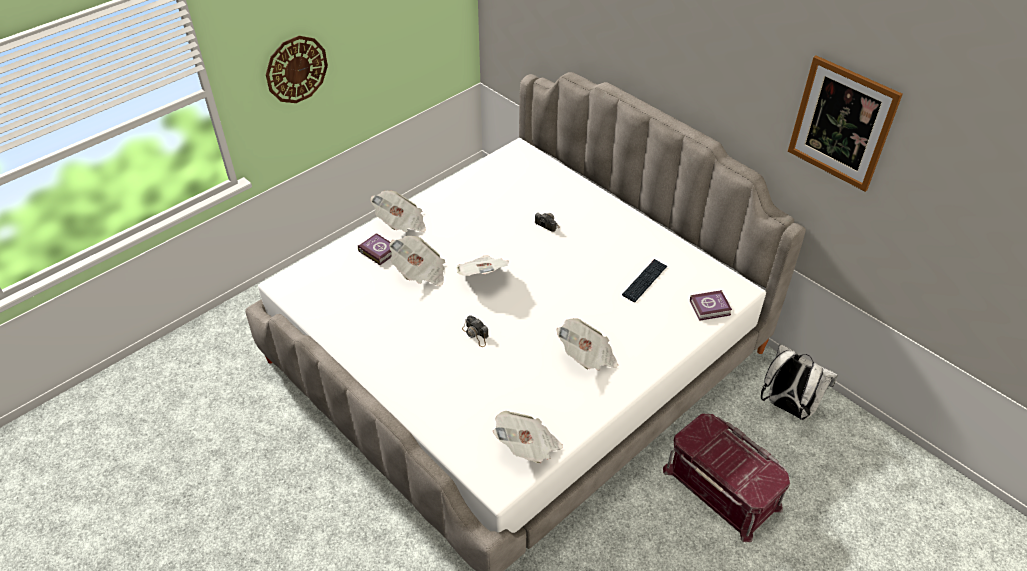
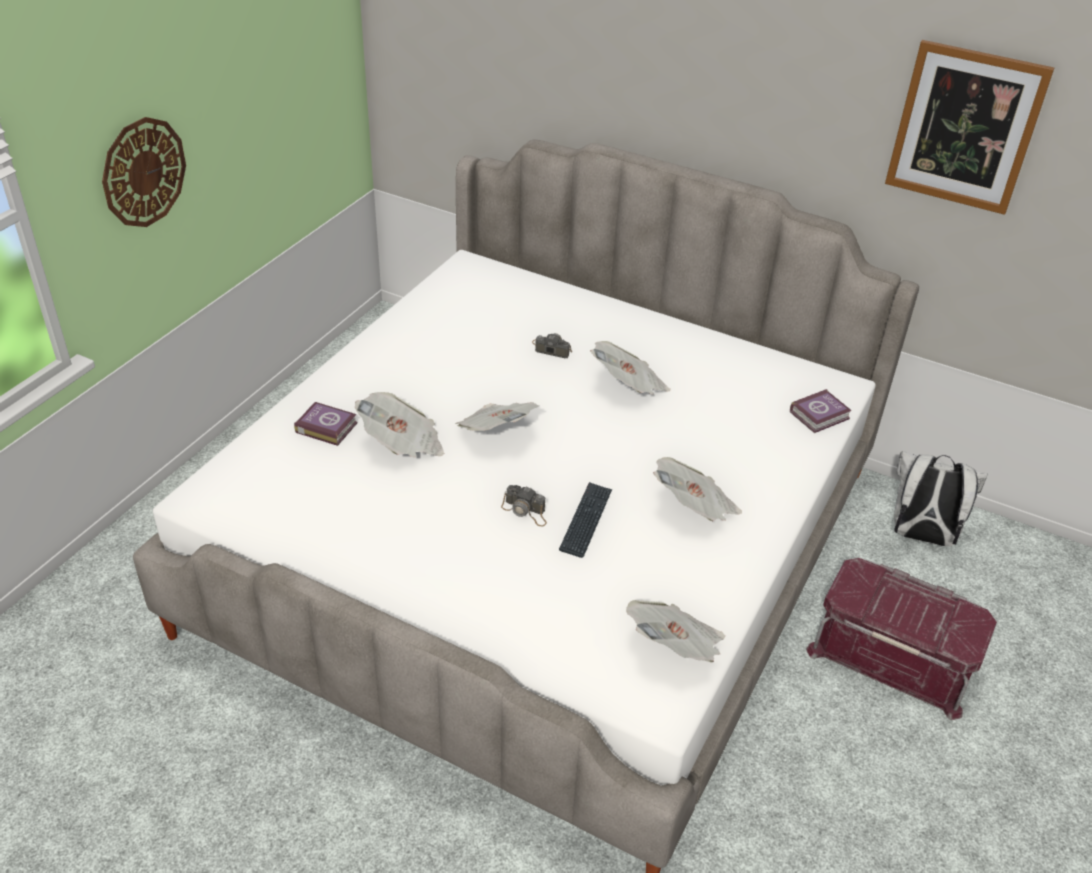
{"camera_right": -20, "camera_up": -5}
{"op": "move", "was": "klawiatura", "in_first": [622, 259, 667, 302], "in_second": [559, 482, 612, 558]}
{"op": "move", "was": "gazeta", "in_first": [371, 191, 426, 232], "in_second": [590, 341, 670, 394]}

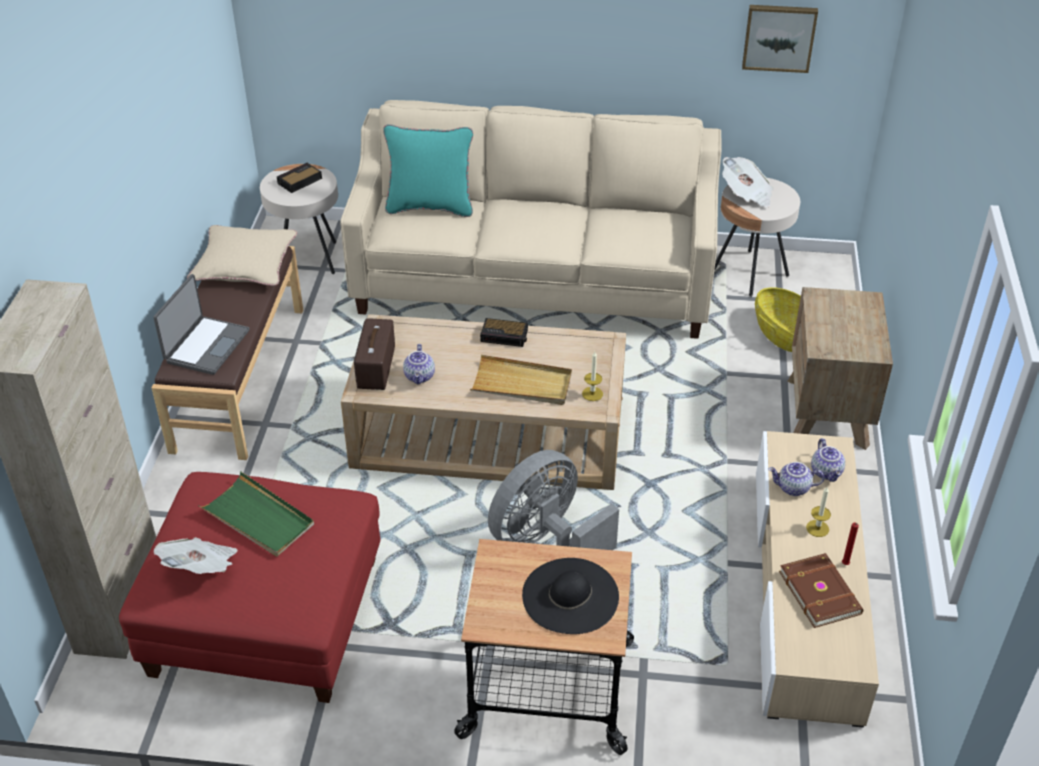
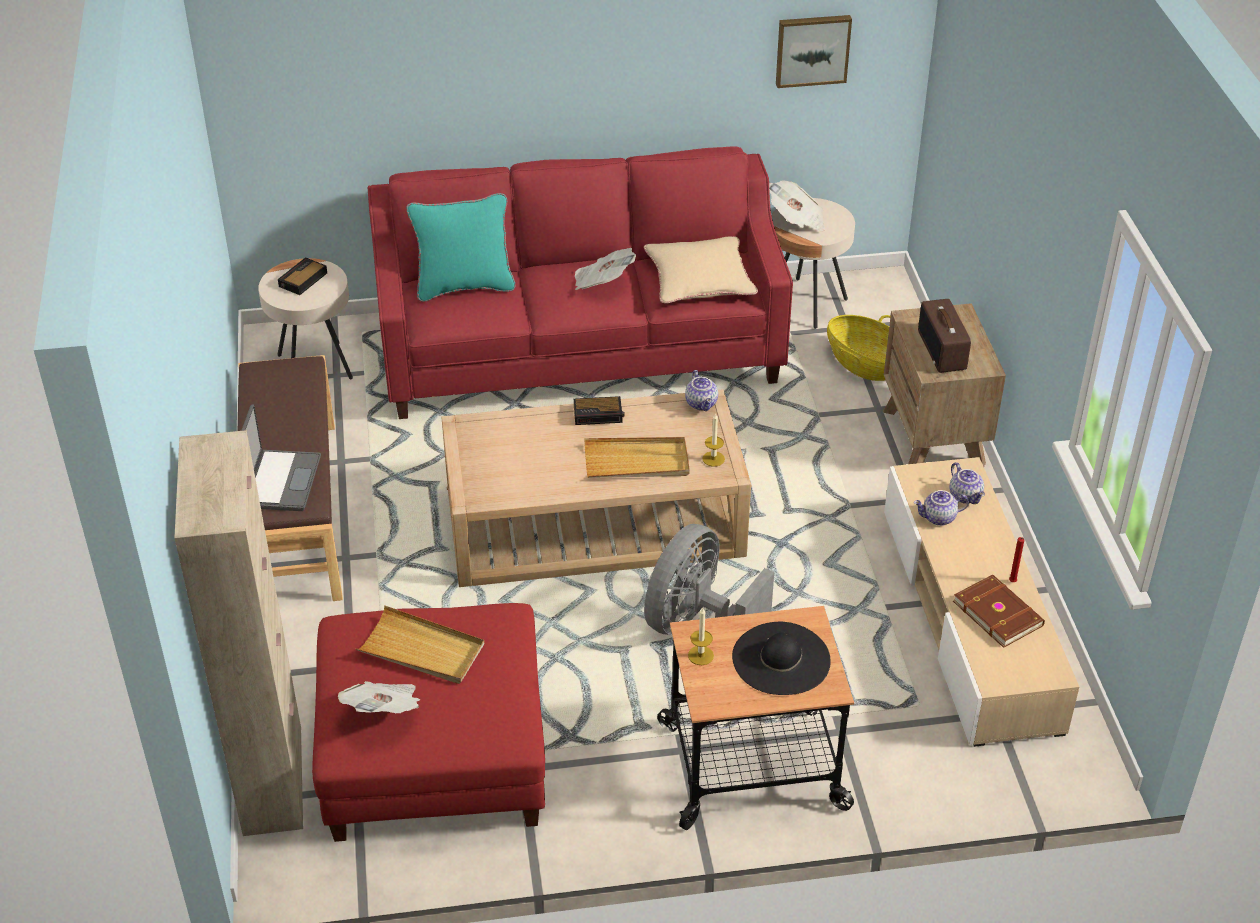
{"camera_right": -15, "camera_up": 0}
{"op": "recolor", "was": "taca/zielony", "now": "taca/beżowy", "in_first": [198, 472, 314, 557], "in_second": [355, 606, 484, 684]}
{"op": "recolor", "was": "kanapa/beżowy", "now": "kanapa/czerwony", "in_first": [340, 100, 722, 339], "in_second": [368, 146, 793, 419]}
{"op": "insert", "now": "gazeta", "in_second": [575, 248, 636, 290]}
{"op": "move", "was": "poduszka/beżowy", "in_first": [187, 225, 297, 286], "in_second": [644, 236, 758, 304]}
{"op": "move", "was": "imbryk", "in_first": [403, 344, 435, 384], "in_second": [685, 370, 718, 411]}
{"op": "move", "was": "świeca", "in_first": [806, 487, 831, 537], "in_second": [688, 608, 714, 665]}
{"op": "move", "was": "radio", "in_first": [354, 318, 395, 390], "in_second": [918, 299, 971, 373]}

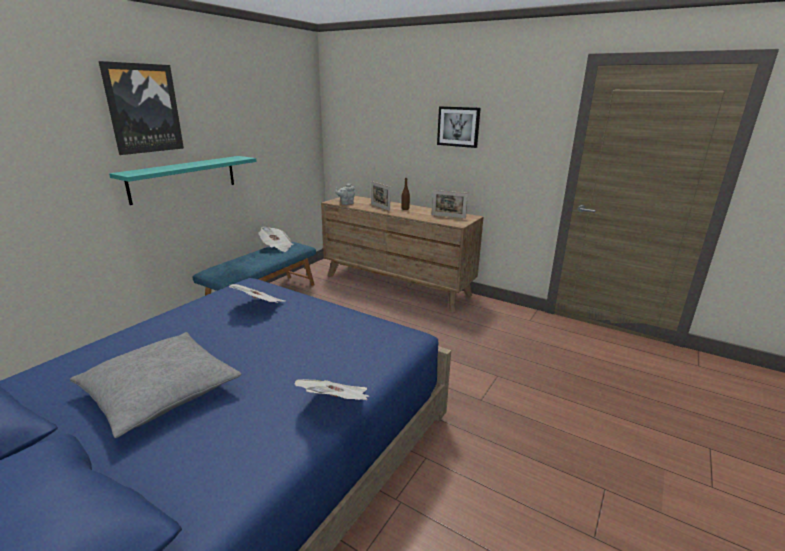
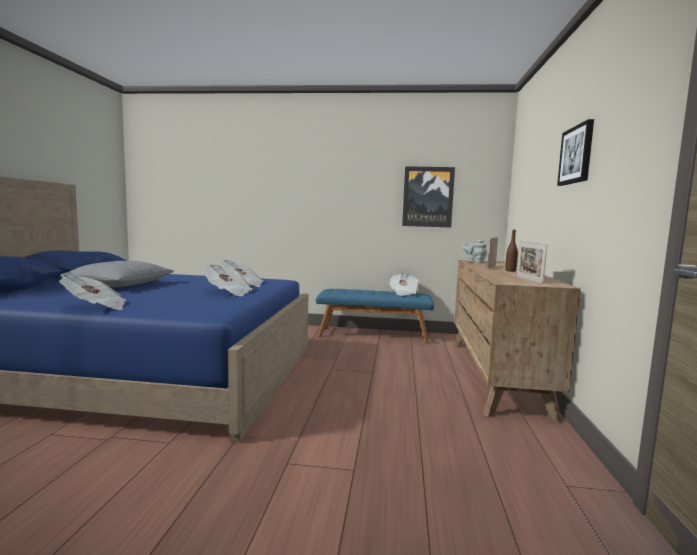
{"camera_right": 65, "camera_up": -15}
{"op": "insert", "now": "gazeta", "in_second": [203, 264, 253, 296]}
{"op": "move", "was": "obraz", "in_first": [99, 61, 184, 155], "in_second": [402, 166, 455, 228]}
{"op": "delete", "was": "półka/turkusowy", "in_first": [109, 156, 257, 205]}

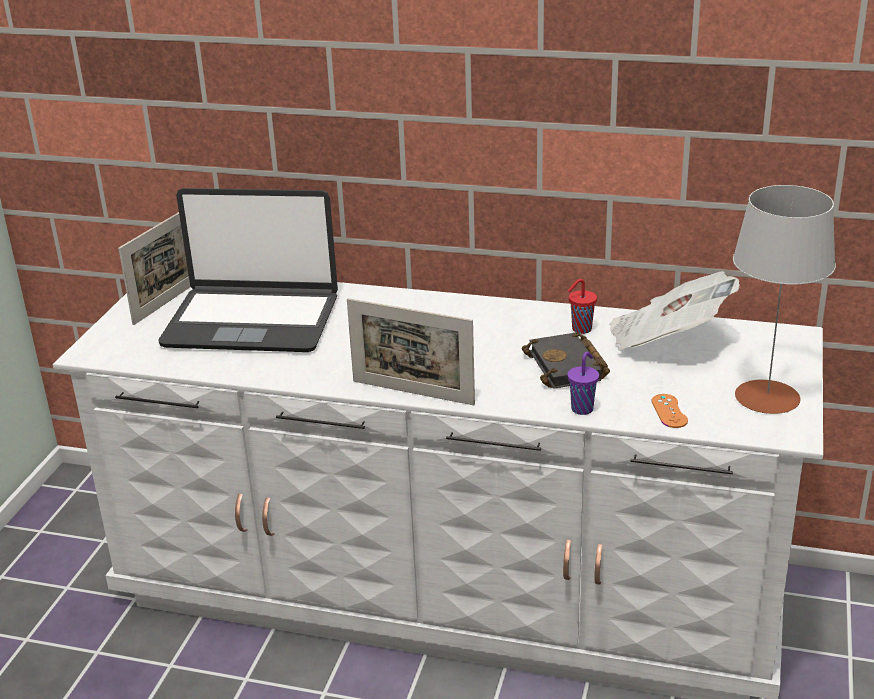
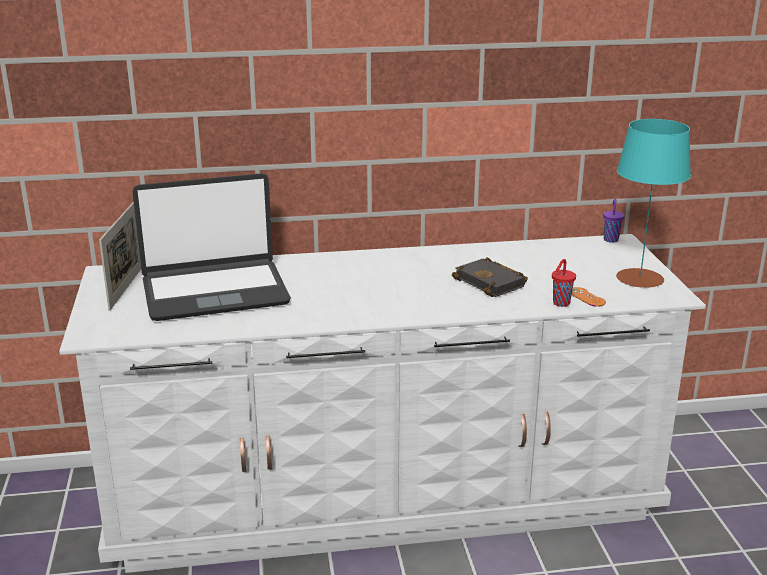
{"camera_right": -25, "camera_up": -5}
{"op": "move", "was": "filiżanka/czerwony", "in_first": [568, 279, 597, 334], "in_second": [552, 259, 576, 307]}
{"op": "move", "was": "filiżanka/fioletowy", "in_first": [568, 352, 599, 415], "in_second": [603, 199, 625, 243]}
{"op": "recolor", "was": "lampa stołowa/szary", "now": "lampa stołowa/turkusowy", "in_first": [733, 185, 836, 414], "in_second": [616, 119, 691, 288]}
{"op": "delete", "was": "ramka na zdjęcie", "in_first": [347, 298, 475, 405]}
{"op": "delete", "was": "gazeta", "in_first": [609, 271, 740, 351]}

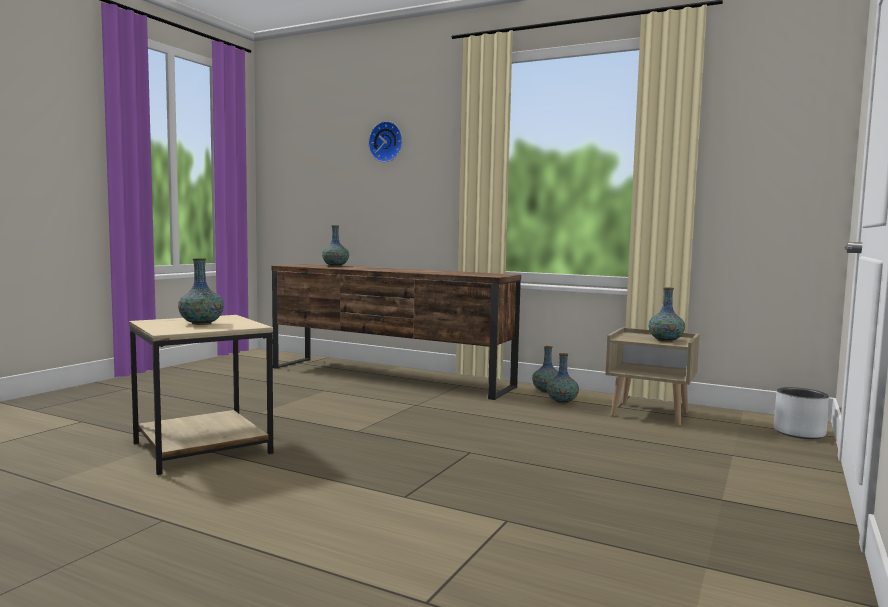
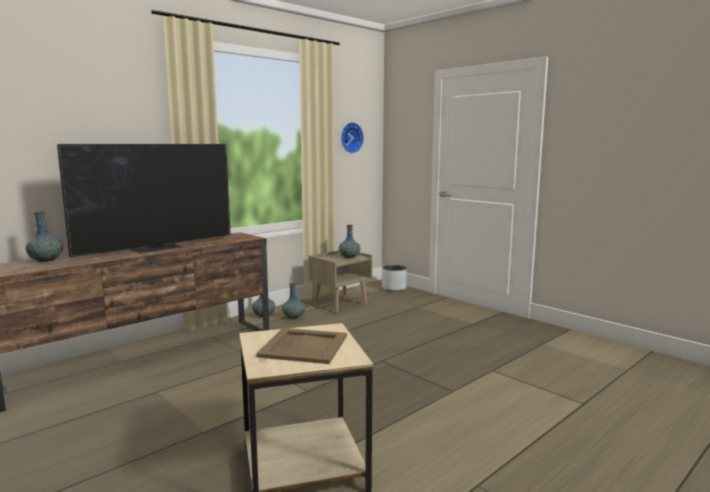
{"camera_right": -70, "camera_up": 5}
{"op": "insert", "now": "telewizor", "in_second": [57, 144, 231, 257]}
{"op": "replace", "was": "wazon", "now": "taca/beżowy", "in_first": [178, 258, 224, 325], "in_second": [256, 328, 347, 364]}
{"op": "move", "was": "zegar ścienny", "in_first": [368, 121, 403, 162], "in_second": [341, 122, 364, 154]}

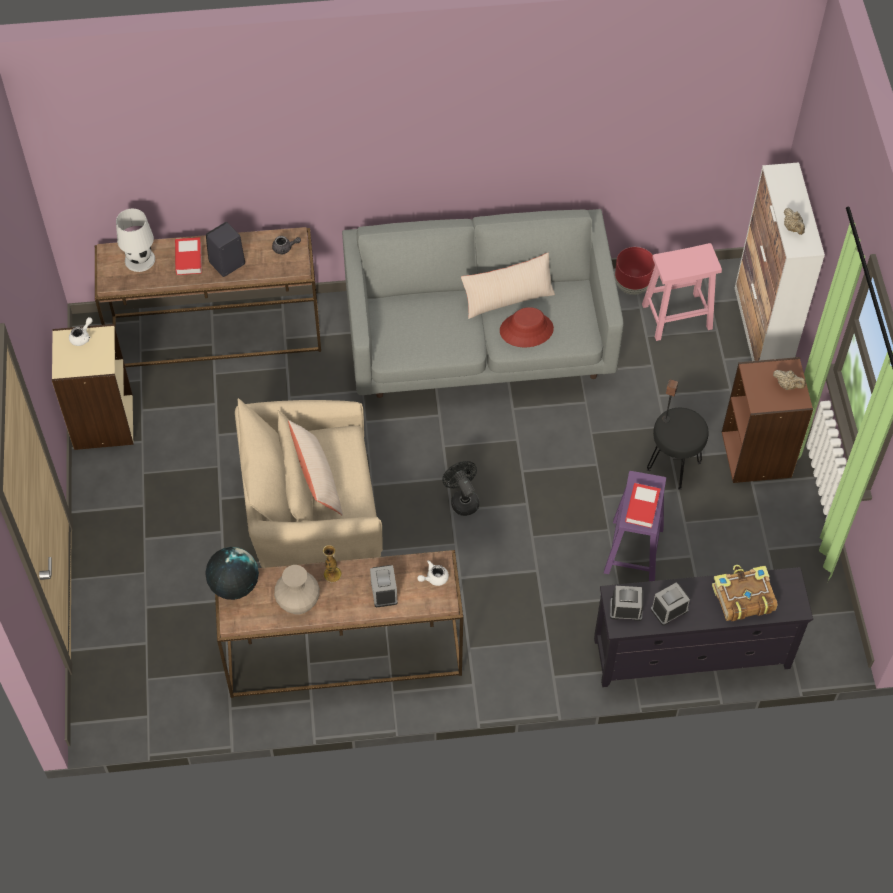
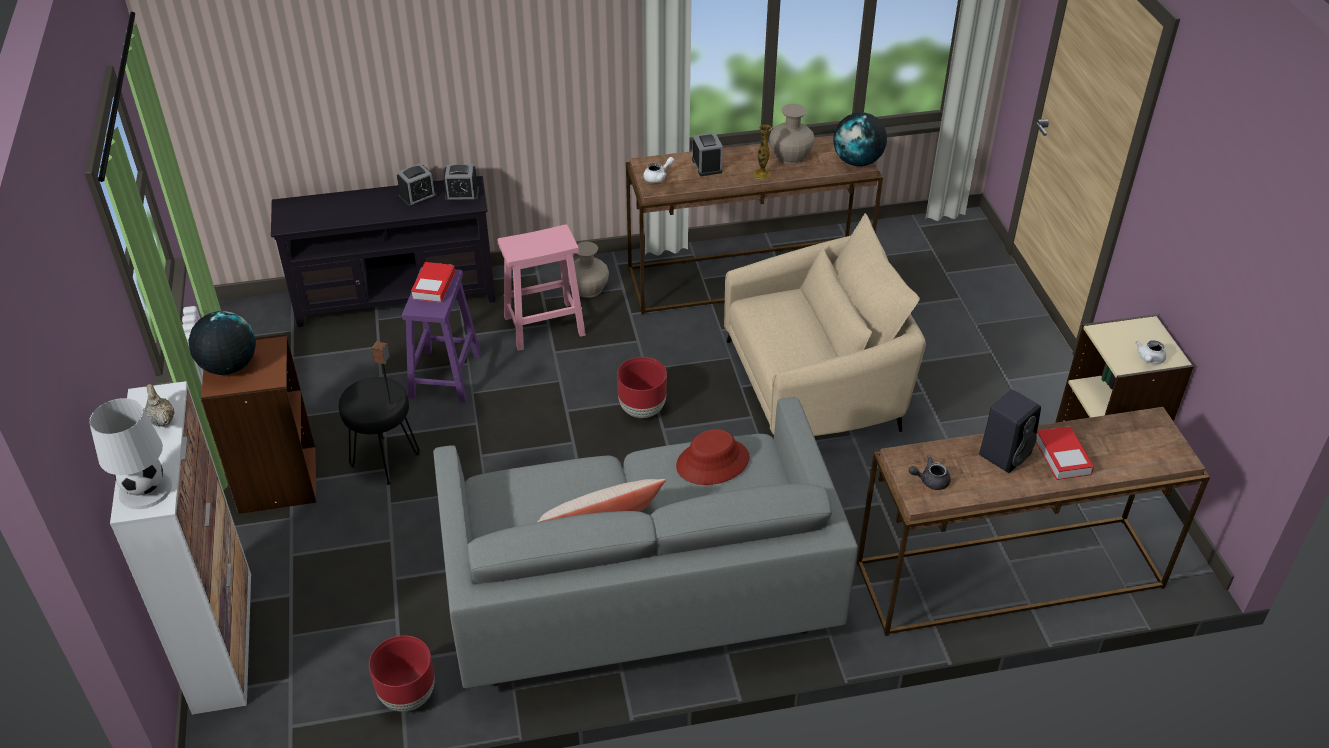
{"camera_right": 175, "camera_up": -15}
{"op": "move", "was": "lampa stołowa/biały", "in_first": [116, 209, 155, 272], "in_second": [89, 398, 172, 509]}
{"op": "replace", "was": "imbryk/beżowy", "now": "globus", "in_first": [773, 370, 806, 390], "in_second": [189, 311, 256, 375]}
{"op": "move", "was": "stołek/różowy", "in_first": [642, 243, 722, 341], "in_second": [497, 224, 586, 351]}
{"op": "insert", "now": "wazon/beżowy", "in_second": [567, 242, 609, 298]}
{"op": "replace", "was": "wentylator/czarny", "now": "donica/czerwony", "in_first": [442, 461, 479, 516], "in_second": [617, 357, 667, 418]}
{"op": "move", "was": "kapelusz/czerwony", "in_first": [500, 307, 554, 347], "in_second": [676, 429, 750, 485]}
{"op": "delete", "was": "poduszka/beżowy", "in_first": [288, 420, 343, 515]}
{"op": "delete", "was": "książka", "in_first": [712, 565, 777, 621]}

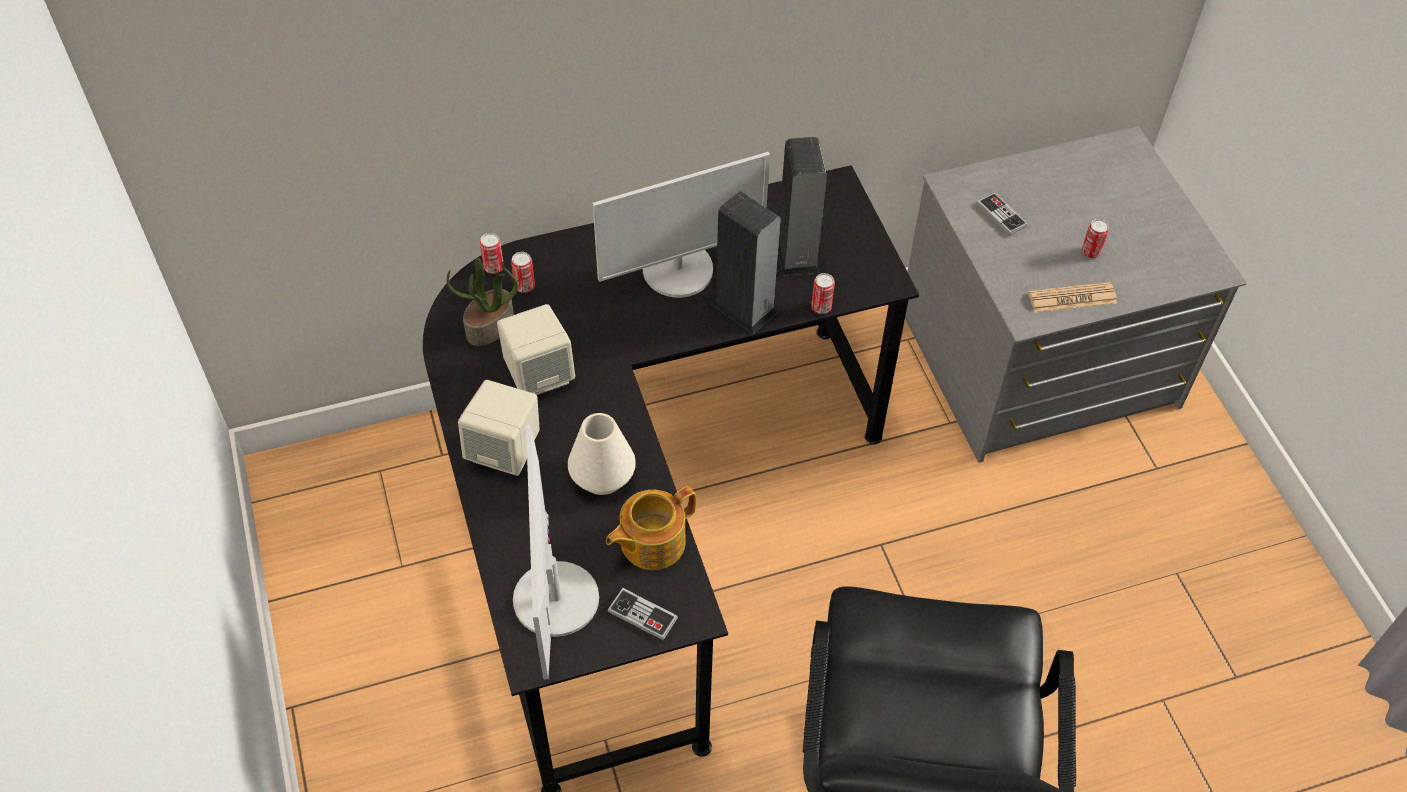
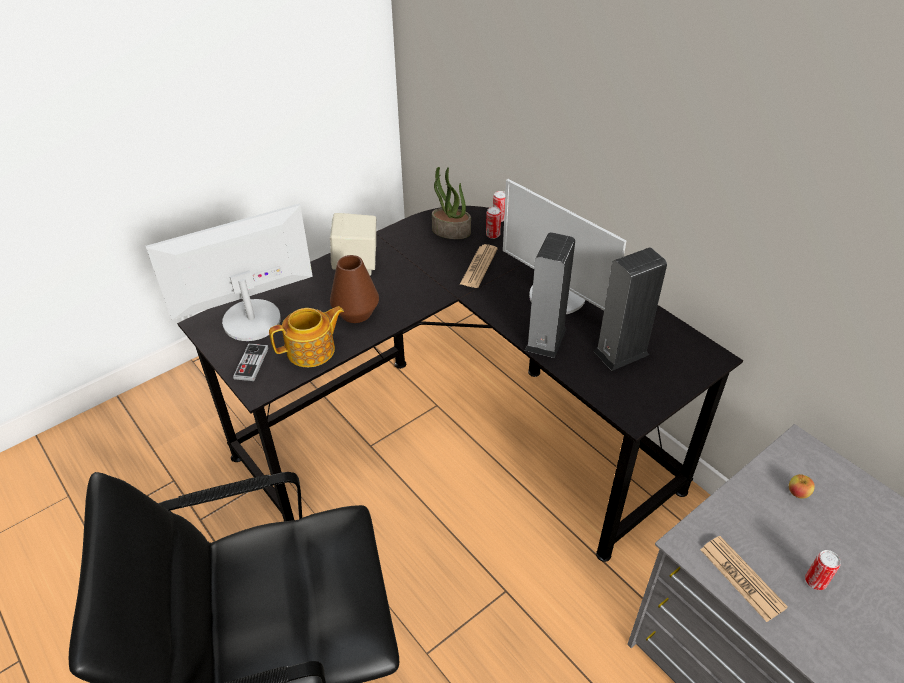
{"camera_right": 70, "camera_up": -10}
{"op": "rotate", "was": "imbryk", "in_first": [606, 486, 696, 570], "in_second": [269, 306, 344, 367], "clockwise": 120}
{"op": "recolor", "was": "wazon/biały", "now": "wazon/brązowy", "in_first": [568, 413, 636, 495], "in_second": [330, 255, 379, 323]}
{"op": "insert", "now": "gazeta", "in_second": [460, 244, 498, 288]}
{"op": "replace", "was": "pad do gier", "now": "jabłko", "in_first": [976, 192, 1028, 236], "in_second": [789, 474, 815, 499]}
{"op": "delete", "was": "głośnik/beżowy", "in_first": [497, 304, 575, 395]}
{"op": "delete", "was": "puszka", "in_first": [811, 273, 835, 314]}

